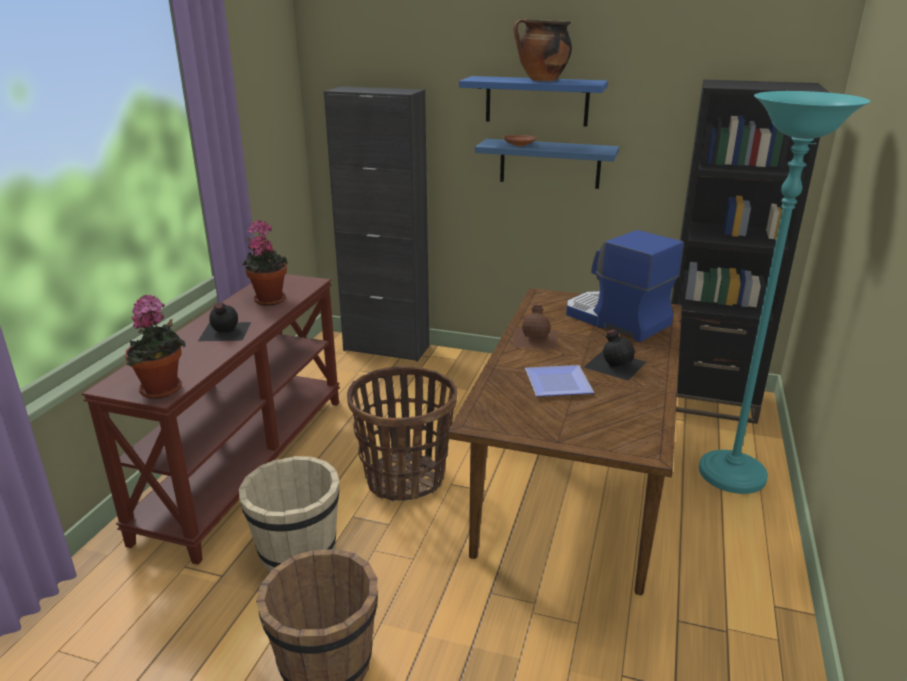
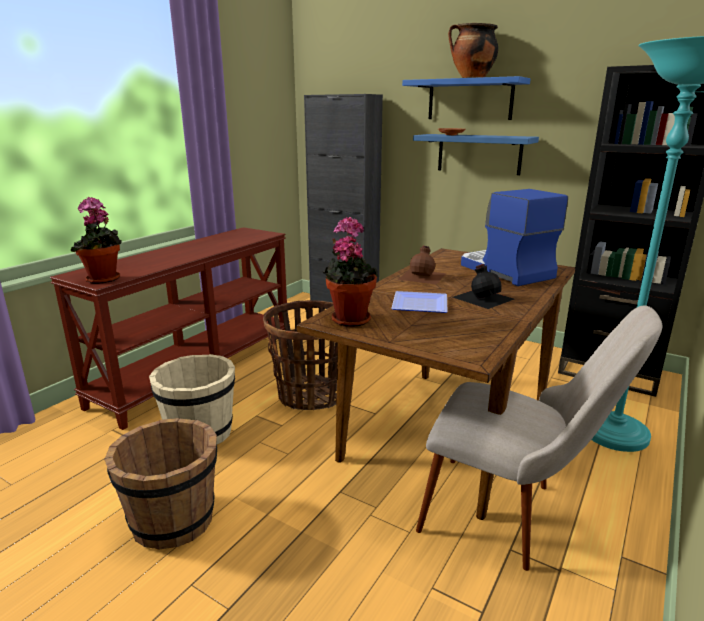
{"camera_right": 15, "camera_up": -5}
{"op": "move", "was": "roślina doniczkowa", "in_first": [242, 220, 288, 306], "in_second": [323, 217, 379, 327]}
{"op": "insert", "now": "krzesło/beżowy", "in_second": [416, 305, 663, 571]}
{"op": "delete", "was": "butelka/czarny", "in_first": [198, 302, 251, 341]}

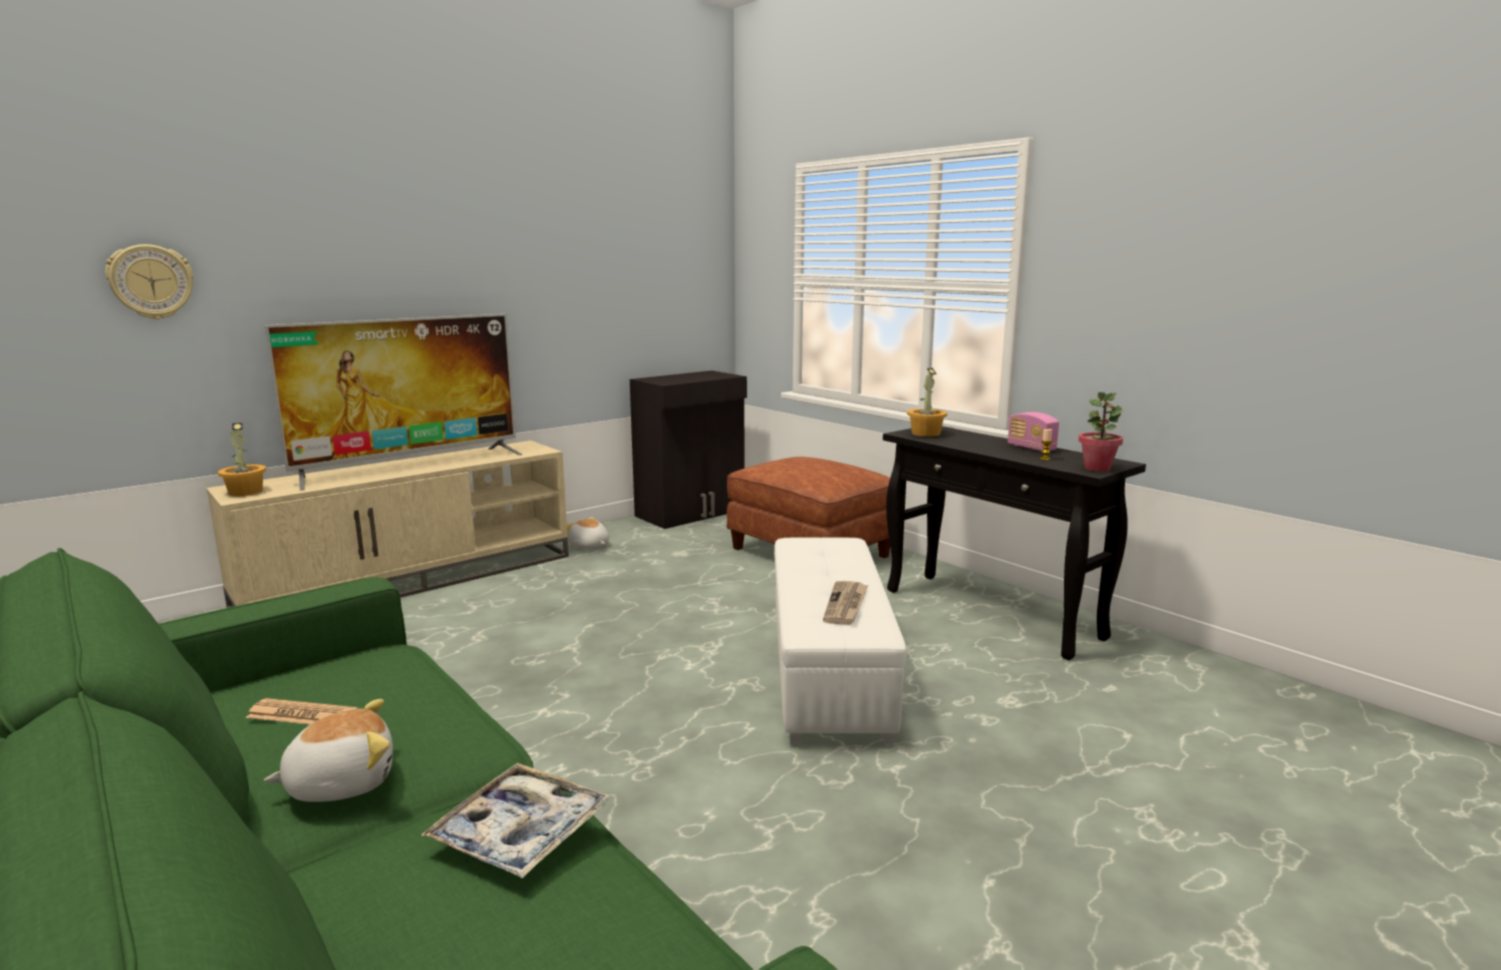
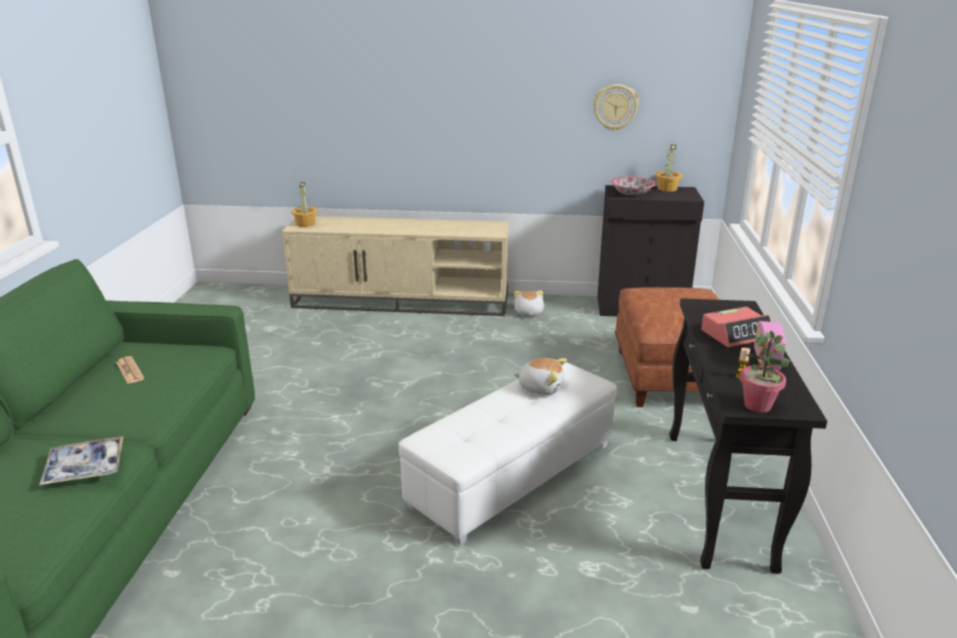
{"camera_right": 45, "camera_up": 10}
{"op": "move", "was": "pluszak", "in_first": [264, 699, 393, 802], "in_second": [514, 358, 567, 395]}
{"op": "move", "was": "zegar ścienny", "in_first": [105, 244, 194, 320], "in_second": [593, 84, 639, 131]}
{"op": "insert", "now": "miska", "in_second": [611, 177, 655, 195]}
{"op": "move", "was": "roślina doniczkowa", "in_first": [907, 368, 947, 437], "in_second": [655, 145, 683, 192]}
{"op": "insert", "now": "budzik", "in_second": [701, 307, 771, 348]}
{"op": "delete", "was": "telewizor", "in_first": [265, 314, 523, 491]}
{"op": "delete", "was": "gazeta", "in_first": [823, 581, 868, 625]}

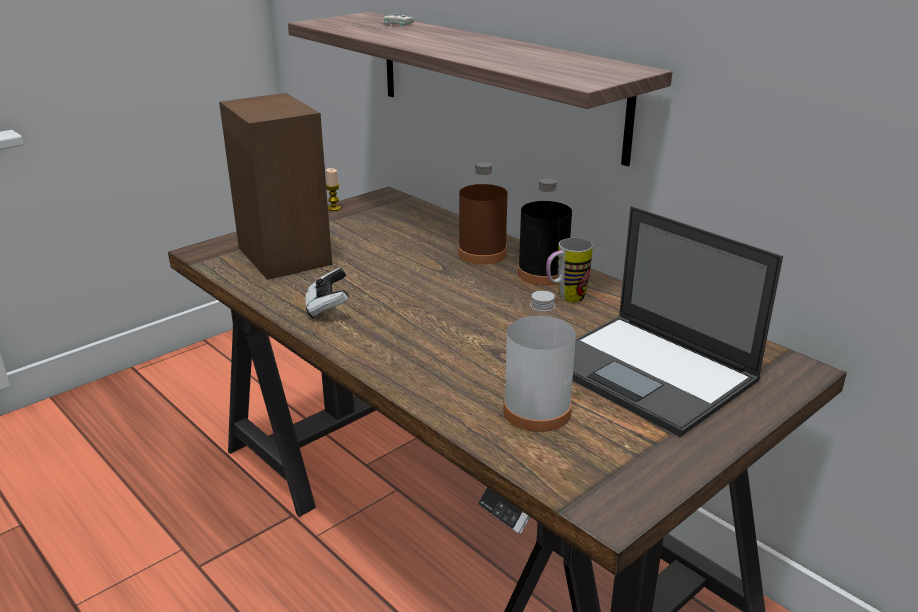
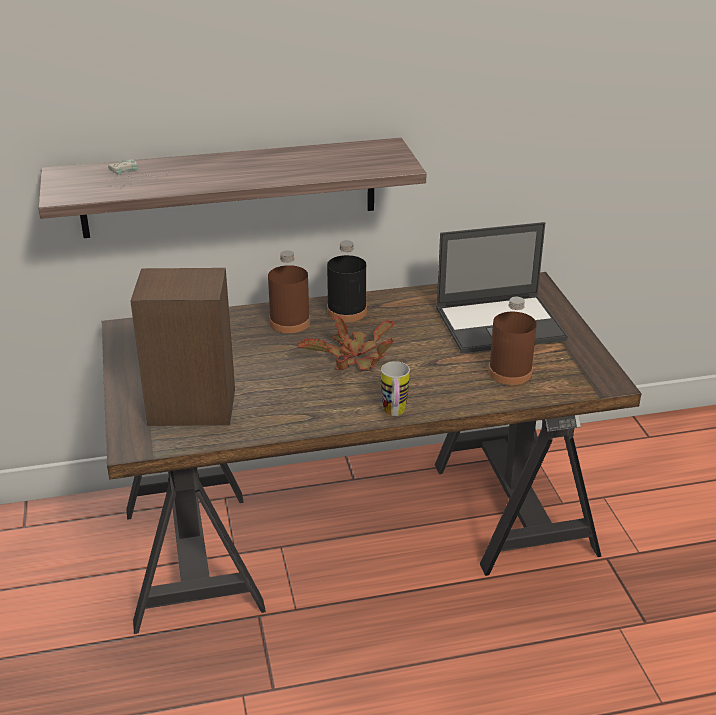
{"camera_right": -60, "camera_up": 5}
{"op": "insert", "now": "roślina doniczkowa", "in_second": [298, 316, 395, 371]}
{"op": "move", "was": "kubek", "in_first": [546, 238, 593, 303], "in_second": [381, 361, 410, 416]}
{"op": "recolor", "was": "butelka/biały", "now": "butelka/brązowy", "in_first": [503, 290, 576, 432], "in_second": [488, 297, 537, 385]}
{"op": "delete", "was": "pad do gier", "in_first": [306, 268, 349, 319]}
{"op": "delete", "was": "świeca", "in_first": [326, 168, 341, 211]}

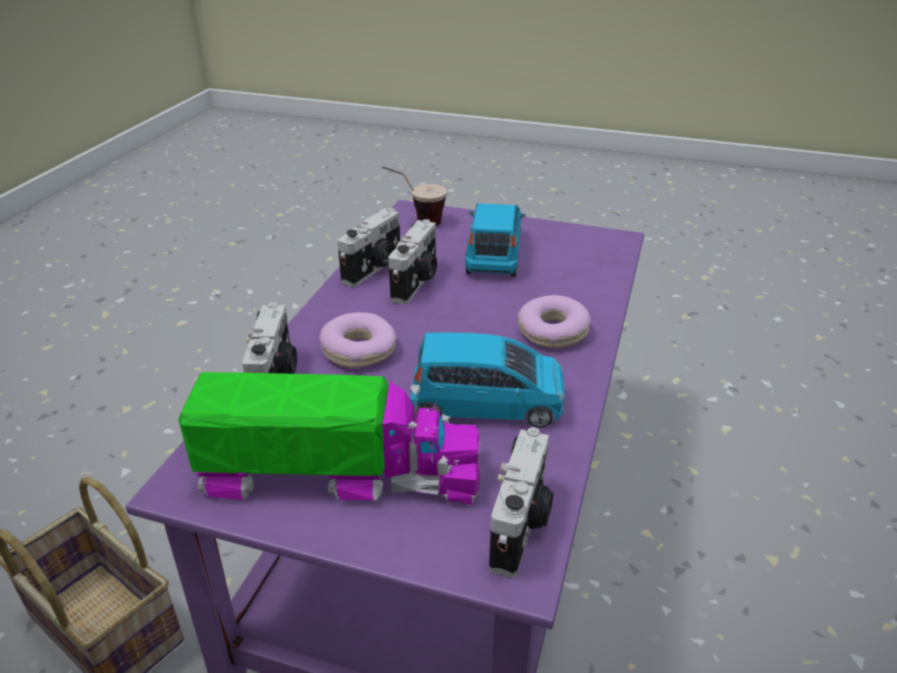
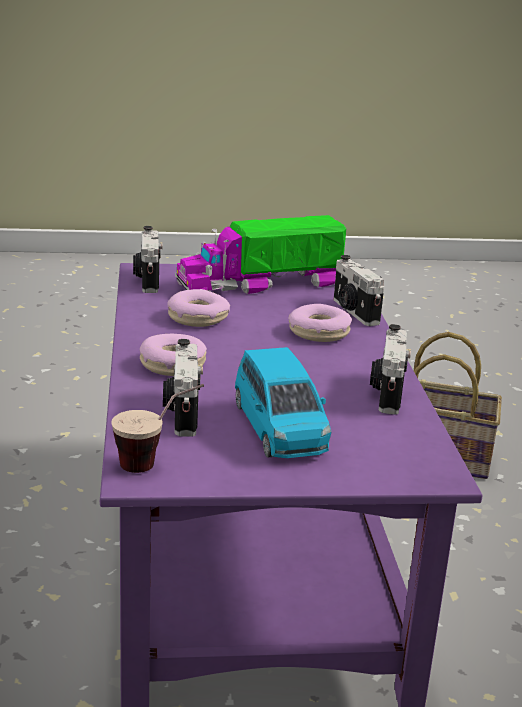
{"camera_right": 155, "camera_up": -10}
{"op": "move", "was": "filiżanka", "in_first": [382, 166, 447, 226], "in_second": [111, 384, 204, 473]}
{"op": "move", "was": "aparat fotograficzny", "in_first": [388, 219, 437, 304], "in_second": [163, 339, 203, 437]}
{"op": "replace", "was": "samochodzik/niebieski", "now": "donut", "in_first": [410, 332, 565, 428], "in_second": [167, 289, 230, 327]}

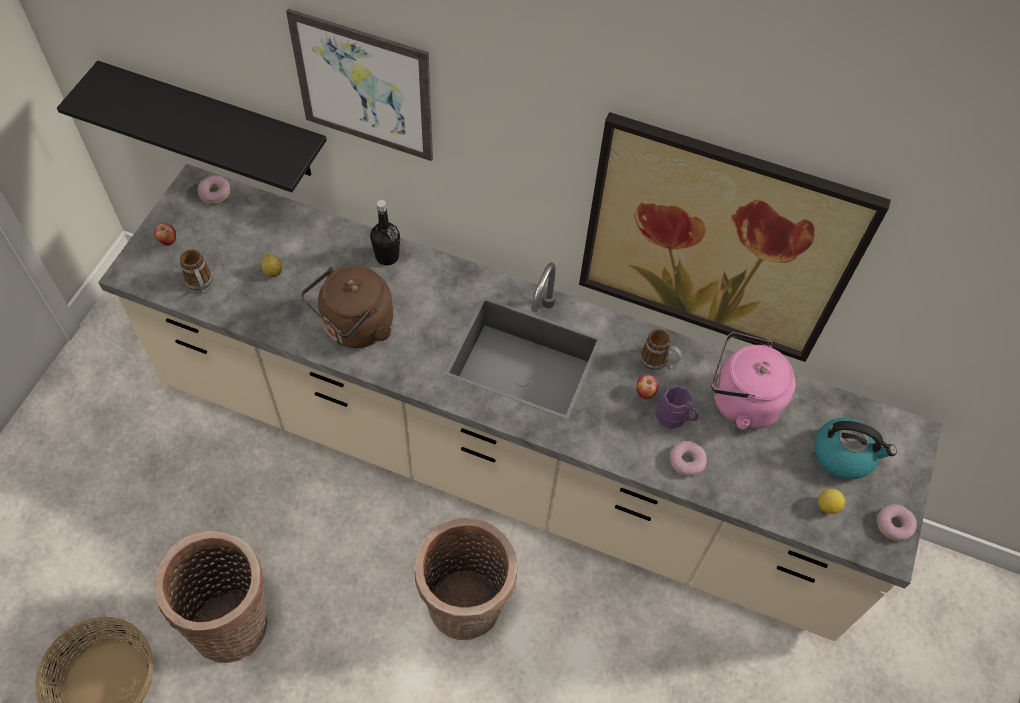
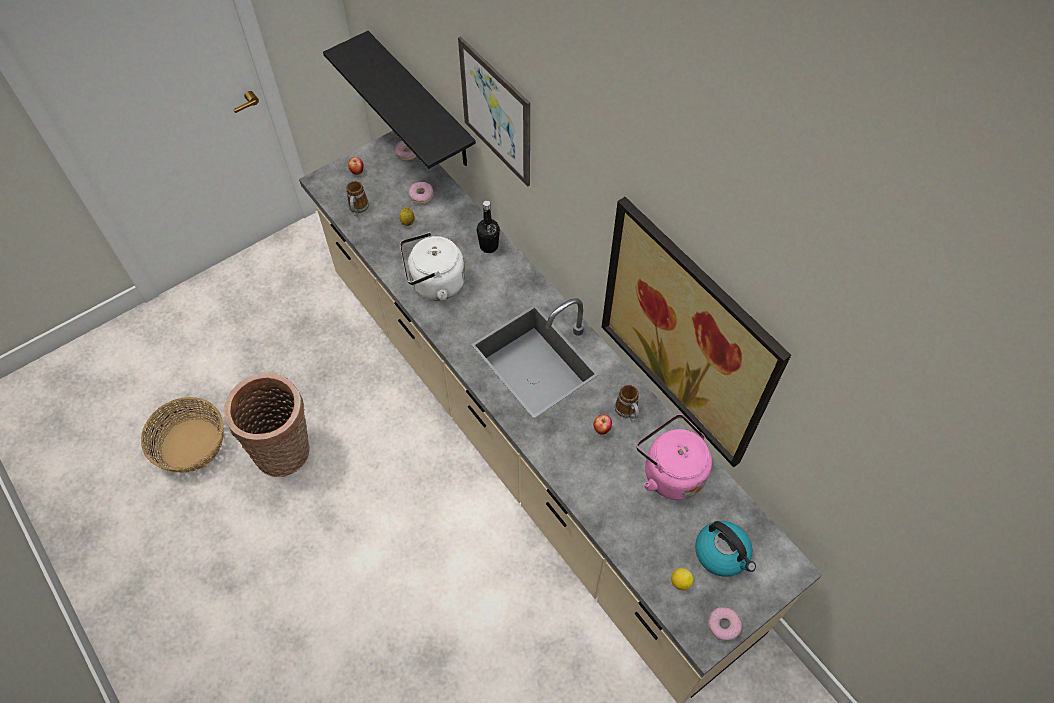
{"camera_right": 35, "camera_up": 0}
{"op": "recolor", "was": "czajnik/brązowy", "now": "czajnik/biały", "in_first": [301, 265, 393, 348], "in_second": [400, 232, 465, 301]}
{"op": "move", "was": "donut", "in_first": [670, 441, 707, 476], "in_second": [409, 182, 434, 204]}
{"op": "delete", "was": "koszyk", "in_first": [415, 518, 517, 640]}
{"op": "delete", "was": "kubek/fioletowy", "in_first": [655, 386, 699, 429]}

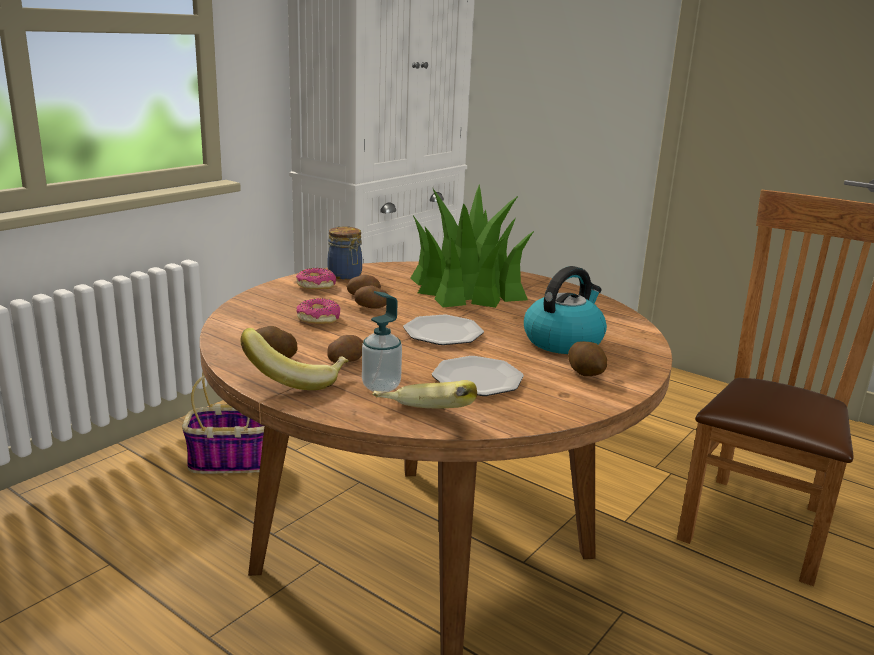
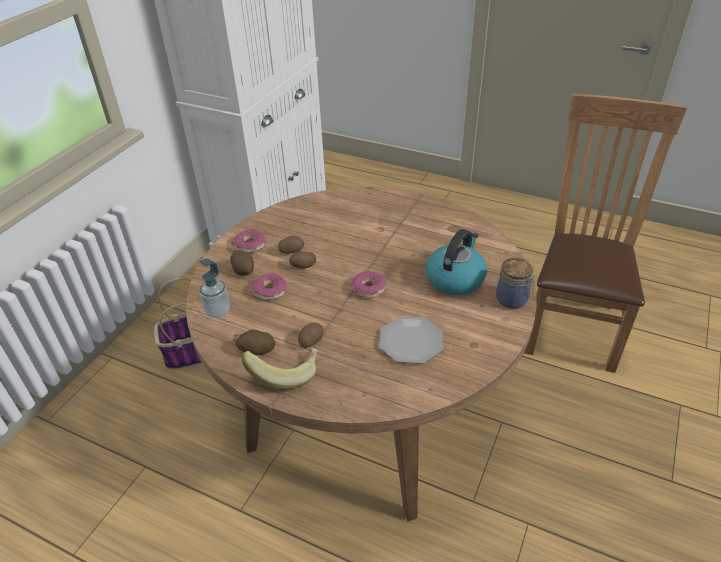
{"camera_right": -10, "camera_up": 20}
{"op": "move", "was": "dozownik mydła", "in_first": [362, 291, 402, 392], "in_second": [200, 259, 230, 318]}
{"op": "move", "was": "ziemniak", "in_first": [568, 341, 607, 376], "in_second": [230, 250, 254, 276]}
{"op": "replace", "was": "talerz", "now": "donut", "in_first": [403, 315, 484, 345], "in_second": [351, 271, 386, 298]}
{"op": "move", "was": "słoik", "in_first": [328, 227, 362, 279], "in_second": [496, 258, 535, 309]}
{"op": "delete", "was": "banan", "in_first": [372, 380, 477, 409]}
{"op": "delete", "was": "roślina doniczkowa", "in_first": [411, 184, 535, 308]}

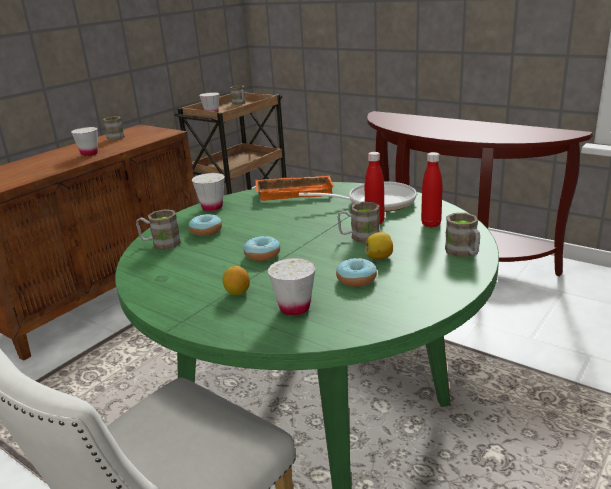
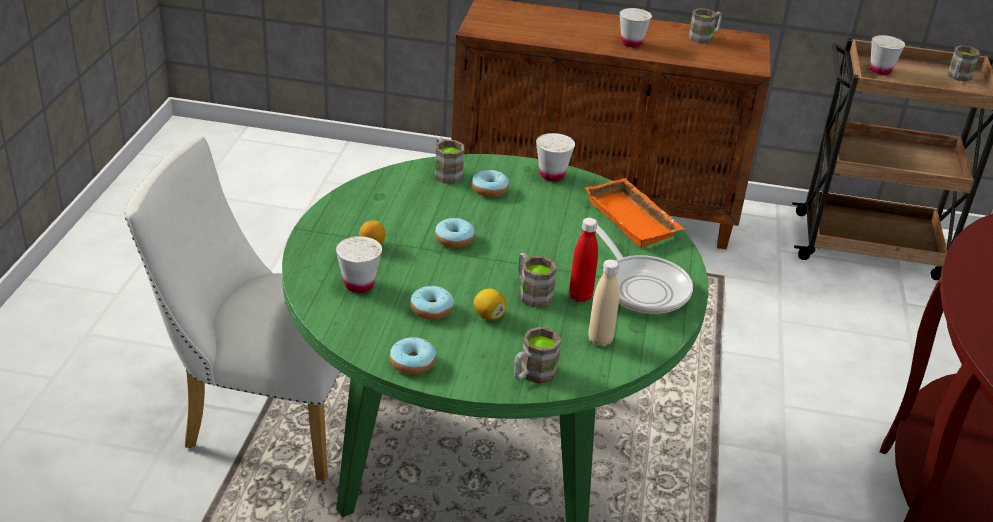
{"camera_right": 60, "camera_up": 10}
{"op": "insert", "now": "donut", "in_second": [390, 337, 436, 375]}
{"op": "recolor", "was": "butelka/czerwony", "now": "butelka/beżowy", "in_first": [421, 152, 442, 227], "in_second": [588, 259, 619, 347]}

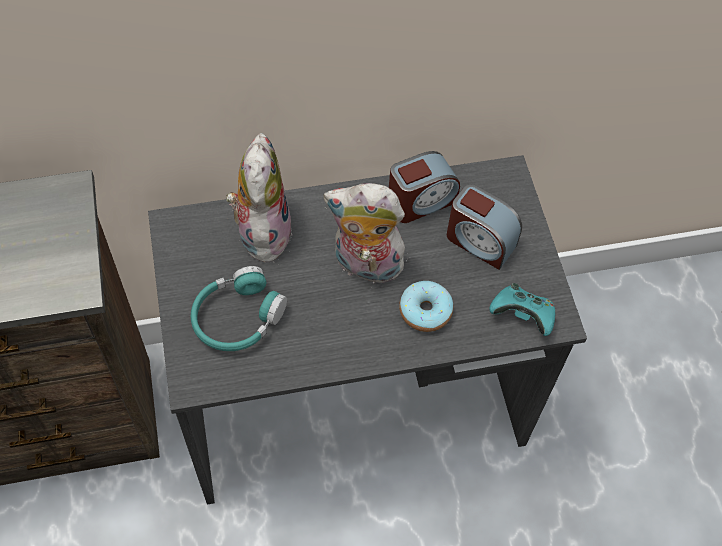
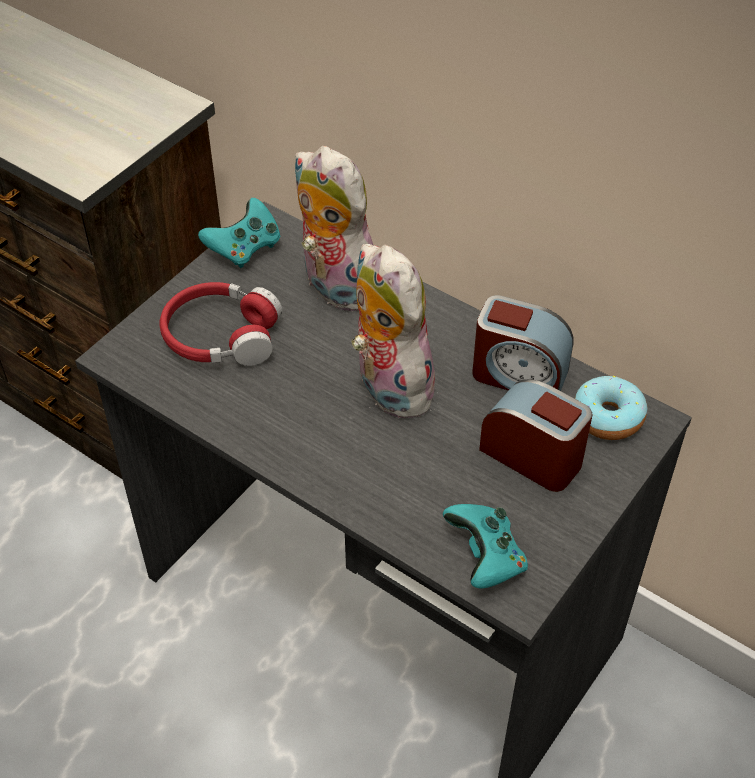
{"camera_right": 50, "camera_up": -10}
{"op": "recolor", "was": "słuchawki/turkusowy", "now": "słuchawki/czerwony", "in_first": [191, 266, 287, 351], "in_second": [160, 282, 283, 366]}
{"op": "insert", "now": "pad do gier/turkusowy", "in_second": [198, 198, 281, 268]}
{"op": "rotate", "was": "pluszak", "in_first": [226, 133, 292, 262], "in_second": [294, 146, 373, 312], "clockwise": -90}
{"op": "rotate", "was": "budzik", "in_first": [447, 184, 522, 270], "in_second": [479, 379, 593, 492], "clockwise": 135}
{"op": "move", "was": "donut", "in_first": [399, 281, 453, 332], "in_second": [575, 376, 647, 440]}

